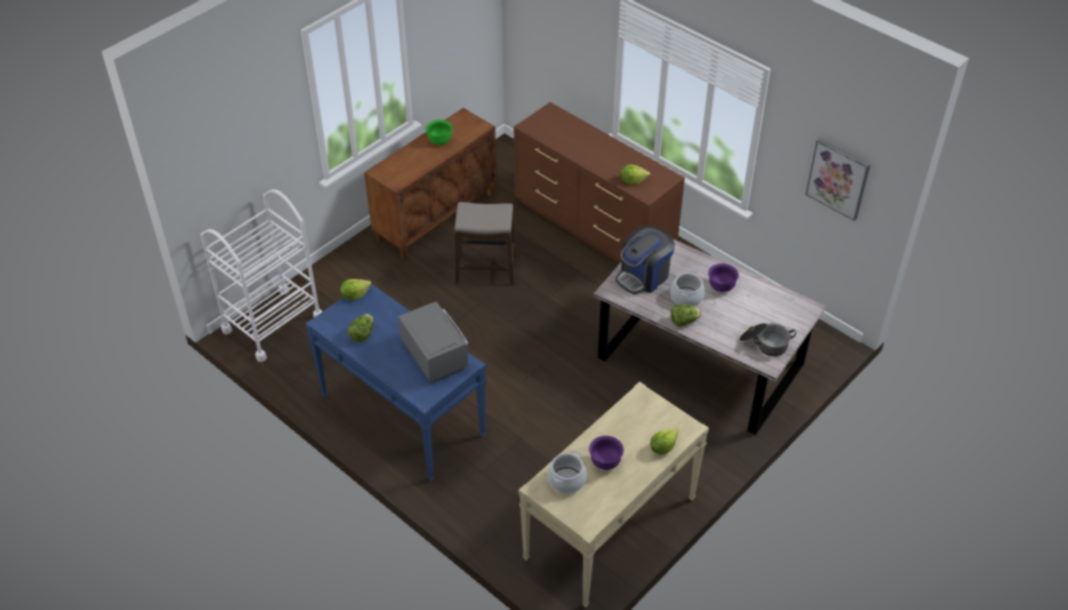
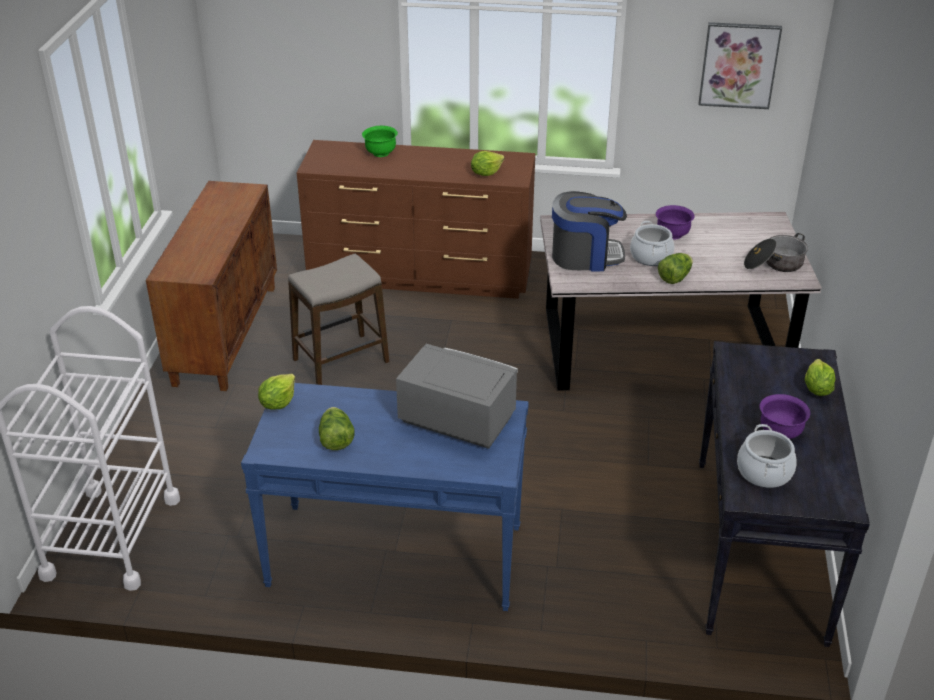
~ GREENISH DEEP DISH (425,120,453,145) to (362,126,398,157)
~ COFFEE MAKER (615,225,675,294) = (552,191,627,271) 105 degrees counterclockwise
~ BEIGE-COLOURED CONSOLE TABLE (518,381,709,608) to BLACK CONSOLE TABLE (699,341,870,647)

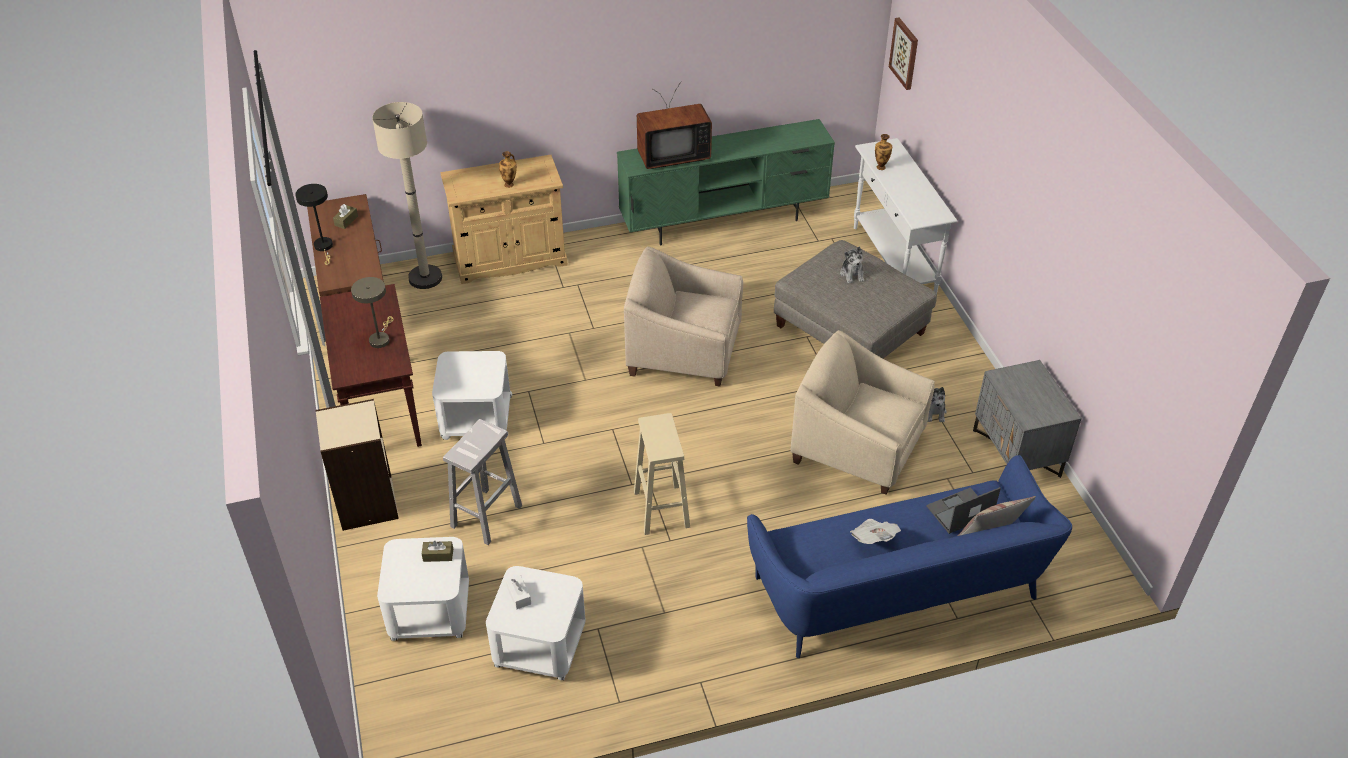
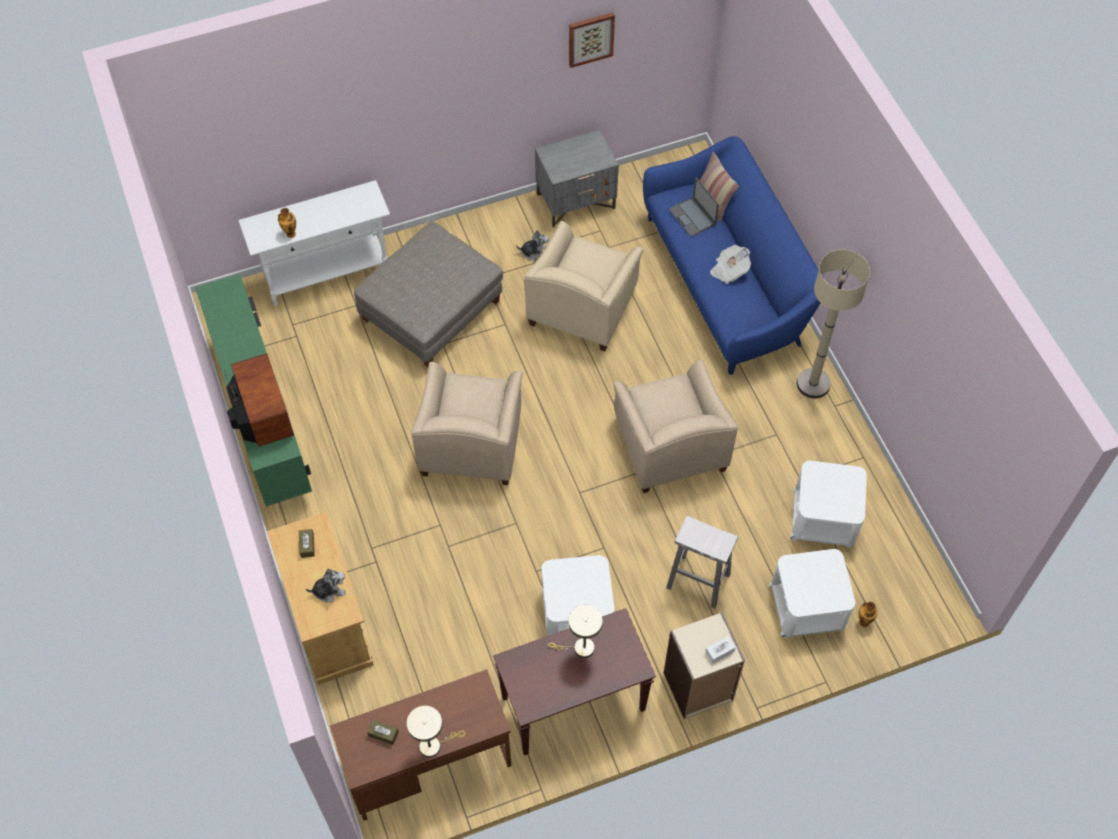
~ PICTURE (889,17,918,90) to (569,12,615,68)
~ BEIGE-COLOURED STANDING LAMP (372,102,442,289) to (797,250,870,398)
~ DECORATIVE VASE (499,151,517,188) to (858,602,878,627)
~ BLACK TABLE LAMP (295,184,333,265) to BEIGE-COLOURED TABLE LAMP (407,706,465,758)
~ SOFT TOY (840,247,864,284) to (306,569,346,602)
~ BEIGE-COLOURED SITTING STOOL (634,413,690,535) to BEIGE-COLOURED LOUNGE CHAIR (613,360,738,493)
~ BROWN TISSUE HOLDER (422,541,453,562) to (299,529,315,558)
~ WHITE TISSUE HOLDER (506,575,531,609) to (705,636,736,663)

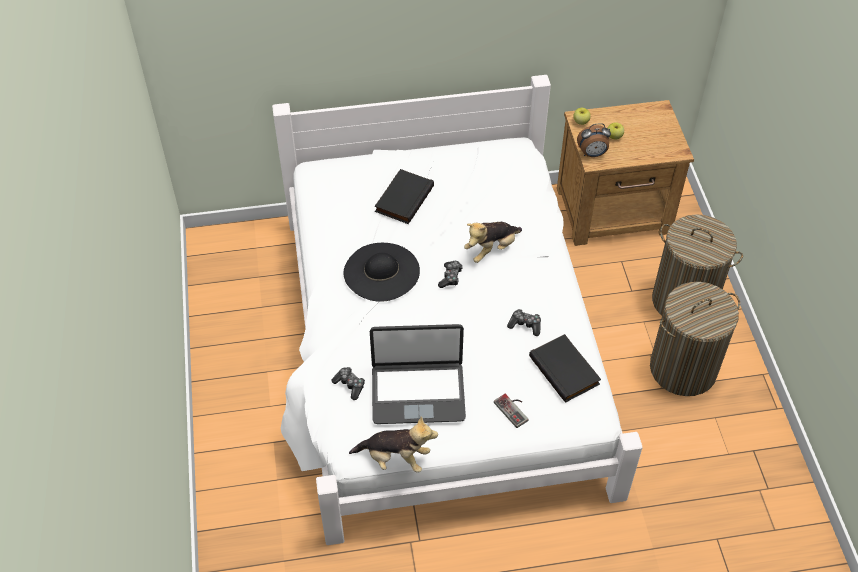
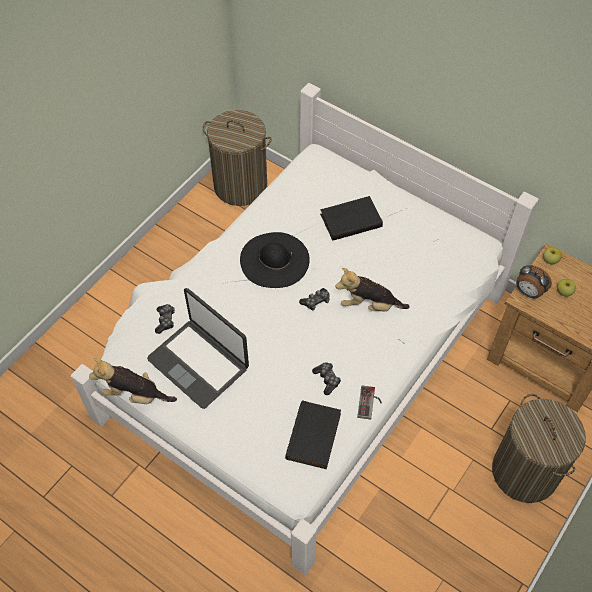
~ WASHING BASKET (650,282,740,396) to (203,110,272,206)
~ JOYPAD (494,394,528,428) to (357,385,382,420)
~ SOFT TOY (349,416,438,473) = (89,358,177,404) 135 degrees clockwise

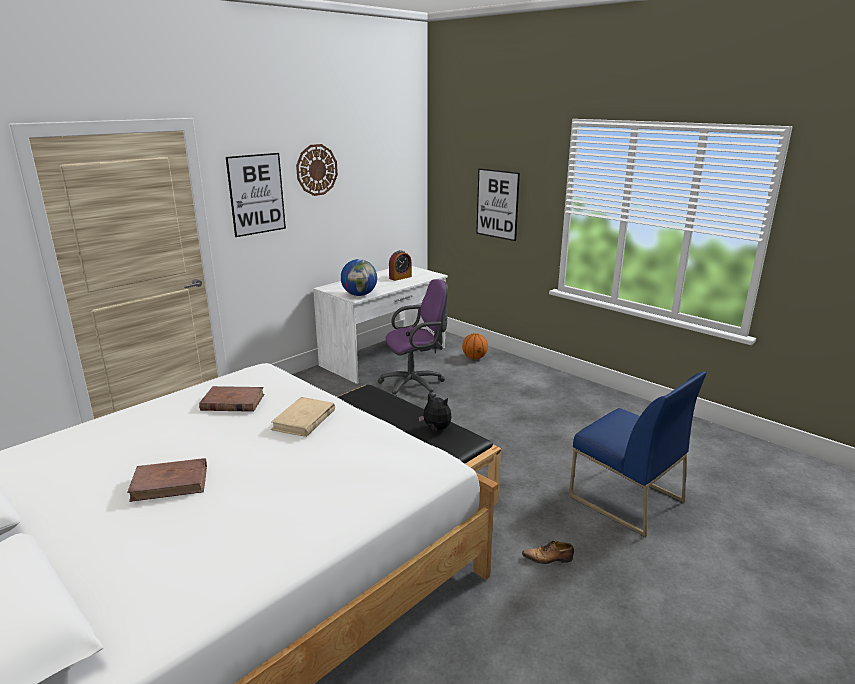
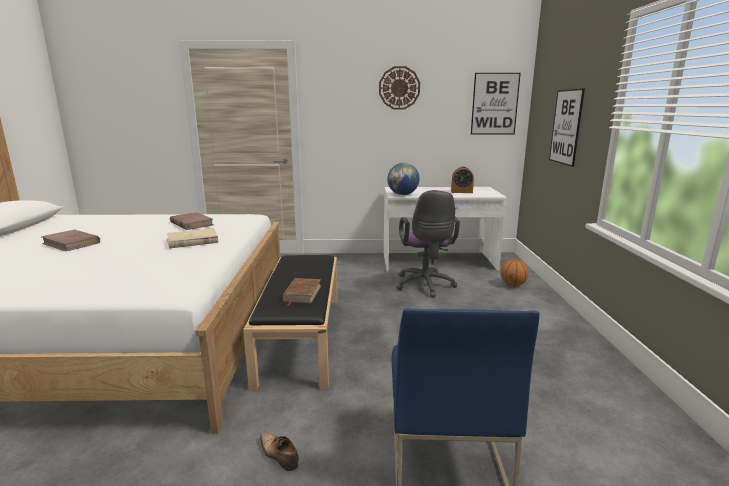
~ PICTURE (226,153,286,237) to (471,73,521,134)
~ PURPLE-COLOURED DESK CHAIR (378,279,448,398) = (396,190,460,298) 60 degrees clockwise
~ SOFT TOY (418,394,452,432) to BROWN VOLUME (282,278,321,306)

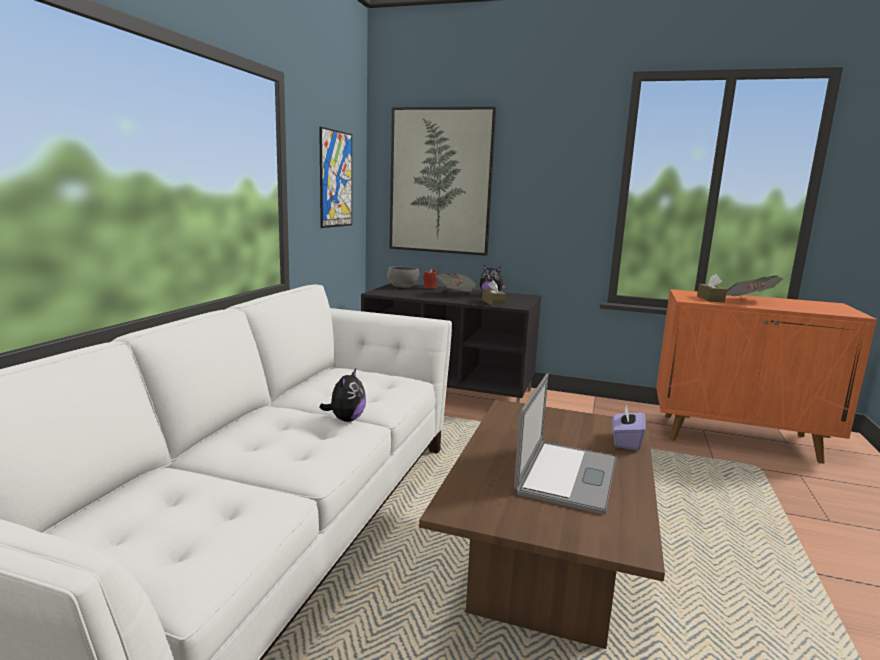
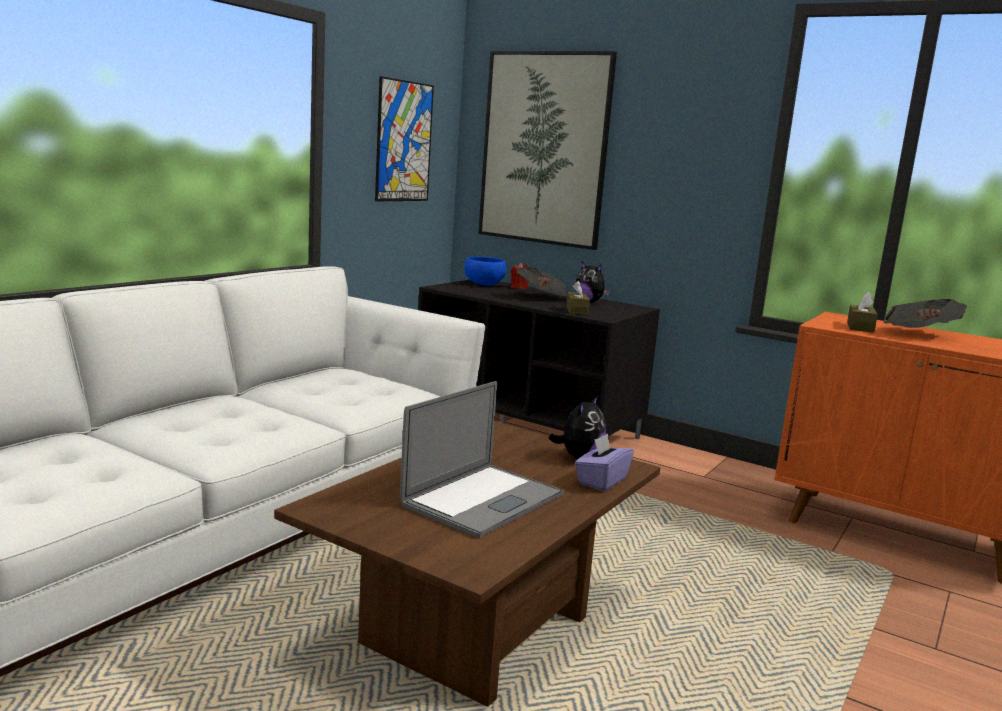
~ GREYISH DEEP DISH (387,266,420,288) to BLUE-COLOURED DEEP DISH (464,257,506,286)
~ SOFT TOY (319,369,366,422) to (548,395,606,459)

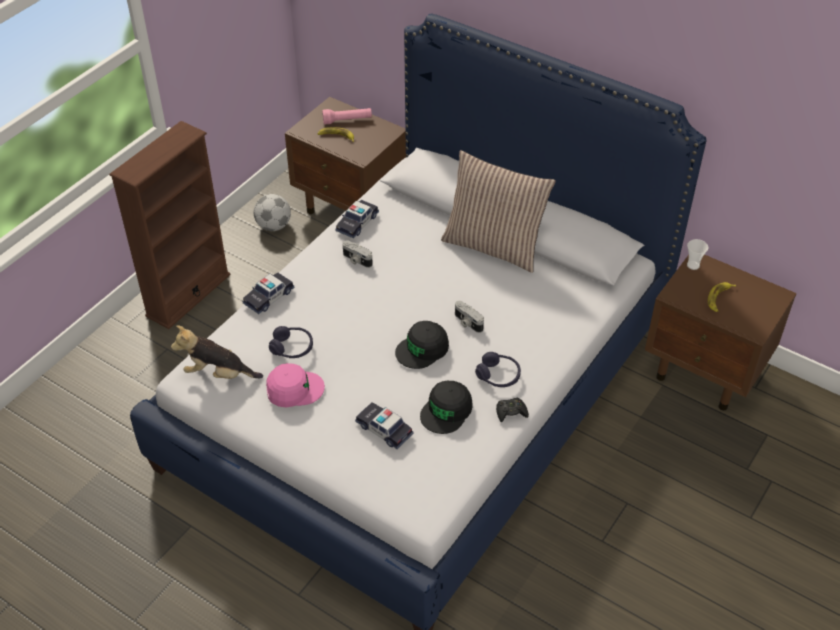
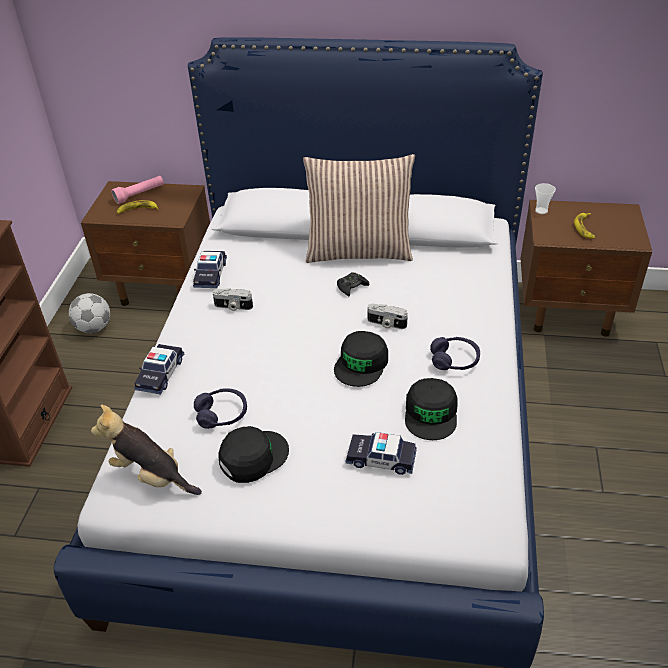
~ SOFT TOY (171,325,263,379) = (91,405,202,495) 45 degrees clockwise
~ PINKISH BASEBALL CAP (266,363,325,407) to BLACK BASEBALL CAP (219,426,289,483)
~ BLACK JOYPAD (496,397,529,423) to (337,272,370,296)

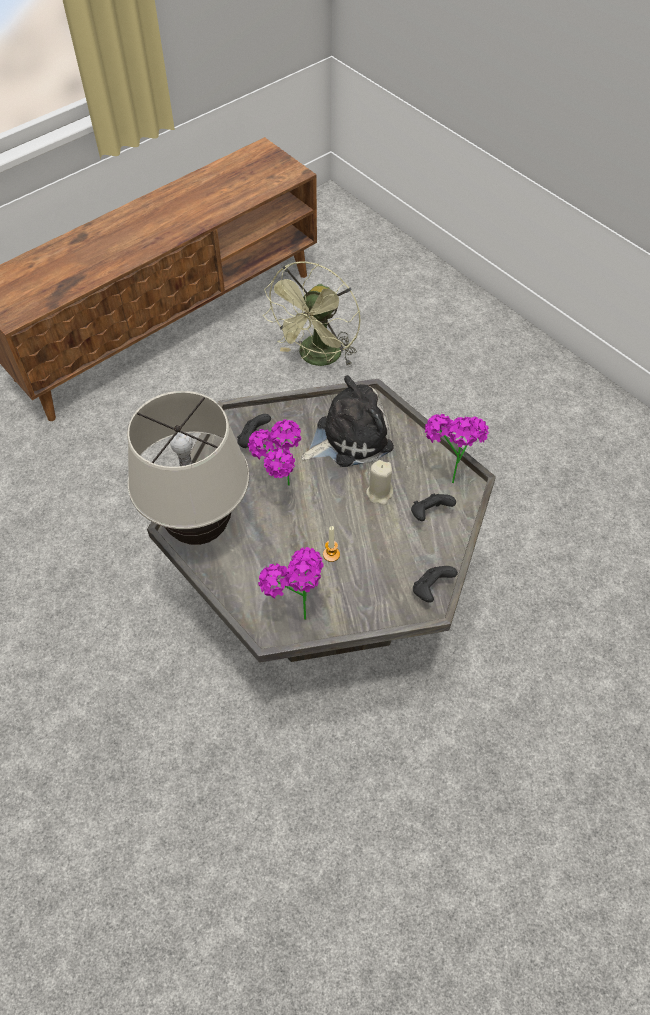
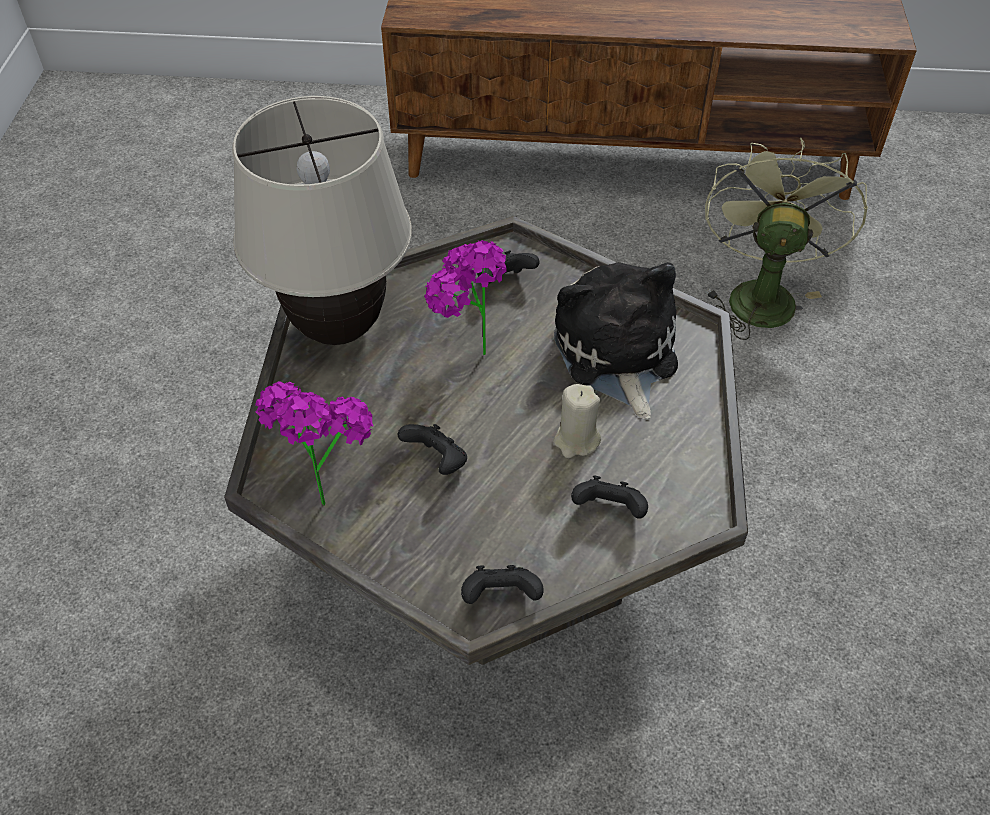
~ GREENISH ELECTRIC FAN (263,262,361,366) = (705,138,868,340) 120 degrees clockwise
~ SOFT TOY (301,375,394,467) = (554,262,678,419) 120 degrees counterclockwise
- PLANT IN A POT (425,414,489,484)
~ CANDLE (323,526,340,562) to BLACK JOYPAD (397,424,467,475)

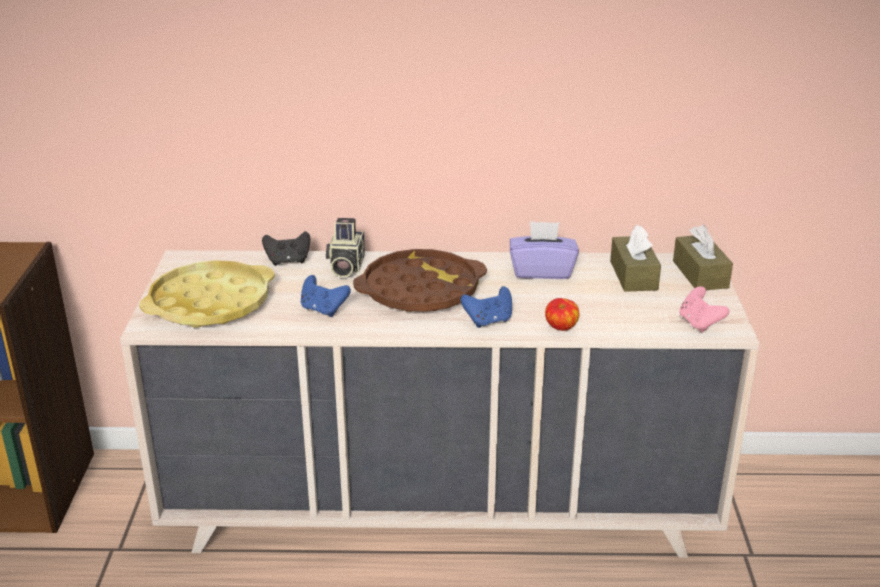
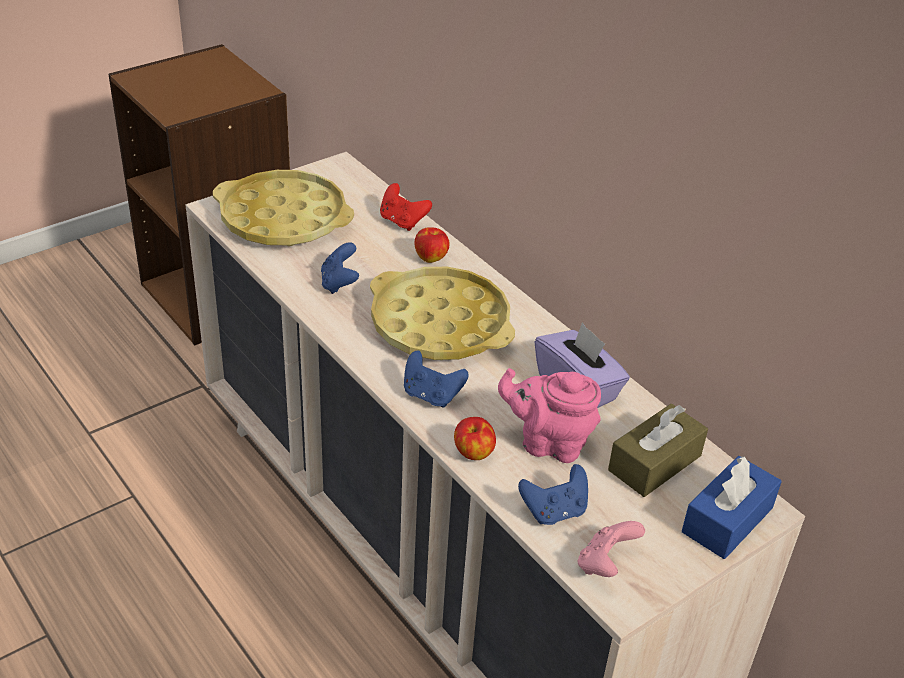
~ STILL CAMERA (326,218,365,278) to APPLE (414,227,449,263)
~ BROWN TISSUE HOLDER (673,225,733,290) to BLUE-COLOURED TISSUE HOLDER (682,456,782,559)
~ BLACK JOYPAD (262,231,310,266) to REDDISH JOYPAD (380,183,432,231)
~ BROWN TRAY (353,249,487,312) to YELLOWISH TRAY (370,267,515,360)
+ PINKISH TEA POT (498,368,601,463)
+ BLUE-COLOURED JOYPAD (518,464,588,525)

